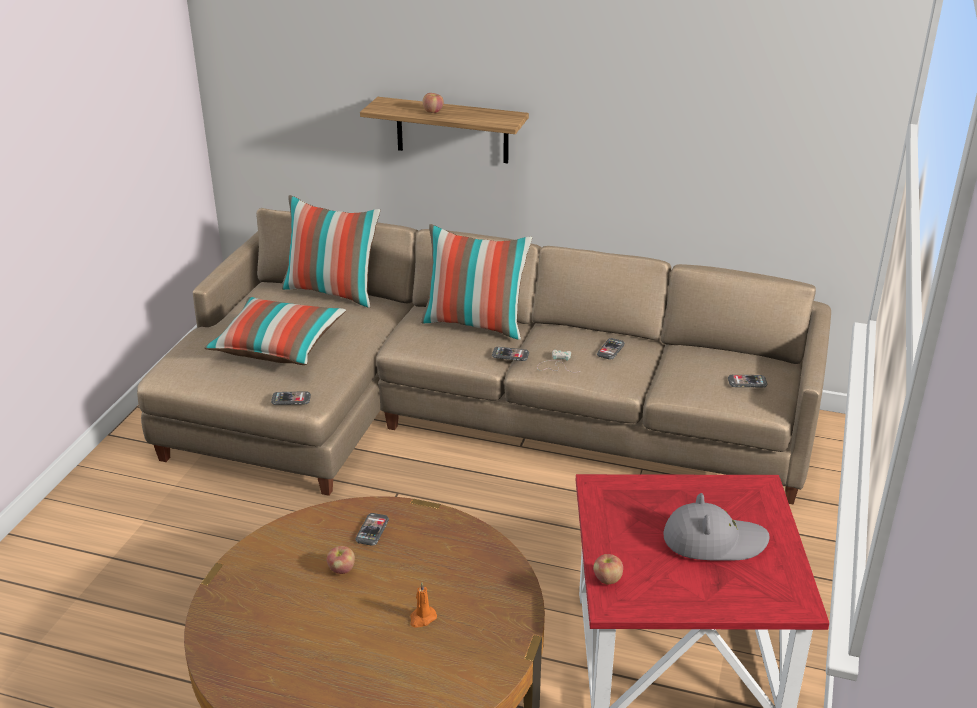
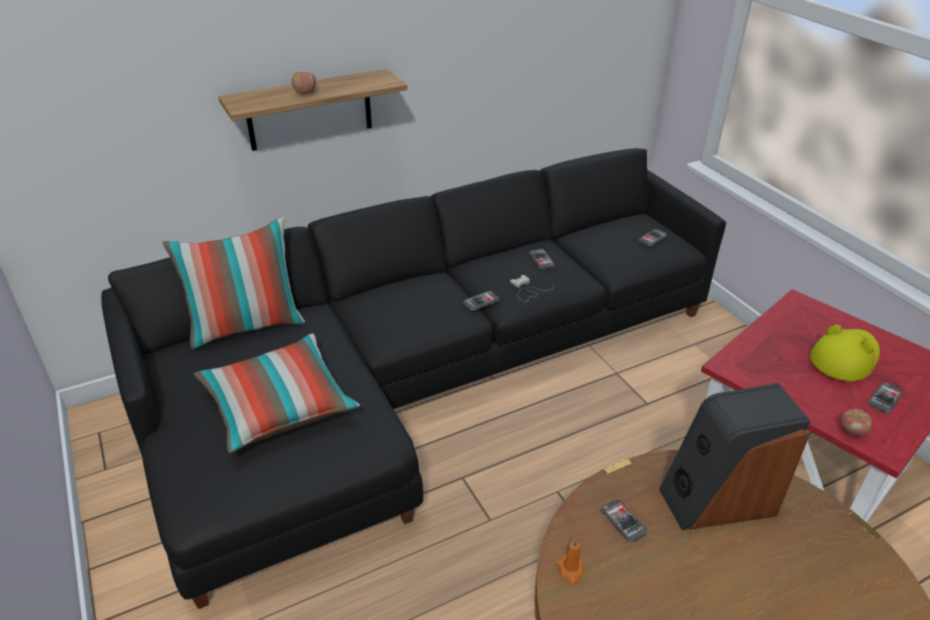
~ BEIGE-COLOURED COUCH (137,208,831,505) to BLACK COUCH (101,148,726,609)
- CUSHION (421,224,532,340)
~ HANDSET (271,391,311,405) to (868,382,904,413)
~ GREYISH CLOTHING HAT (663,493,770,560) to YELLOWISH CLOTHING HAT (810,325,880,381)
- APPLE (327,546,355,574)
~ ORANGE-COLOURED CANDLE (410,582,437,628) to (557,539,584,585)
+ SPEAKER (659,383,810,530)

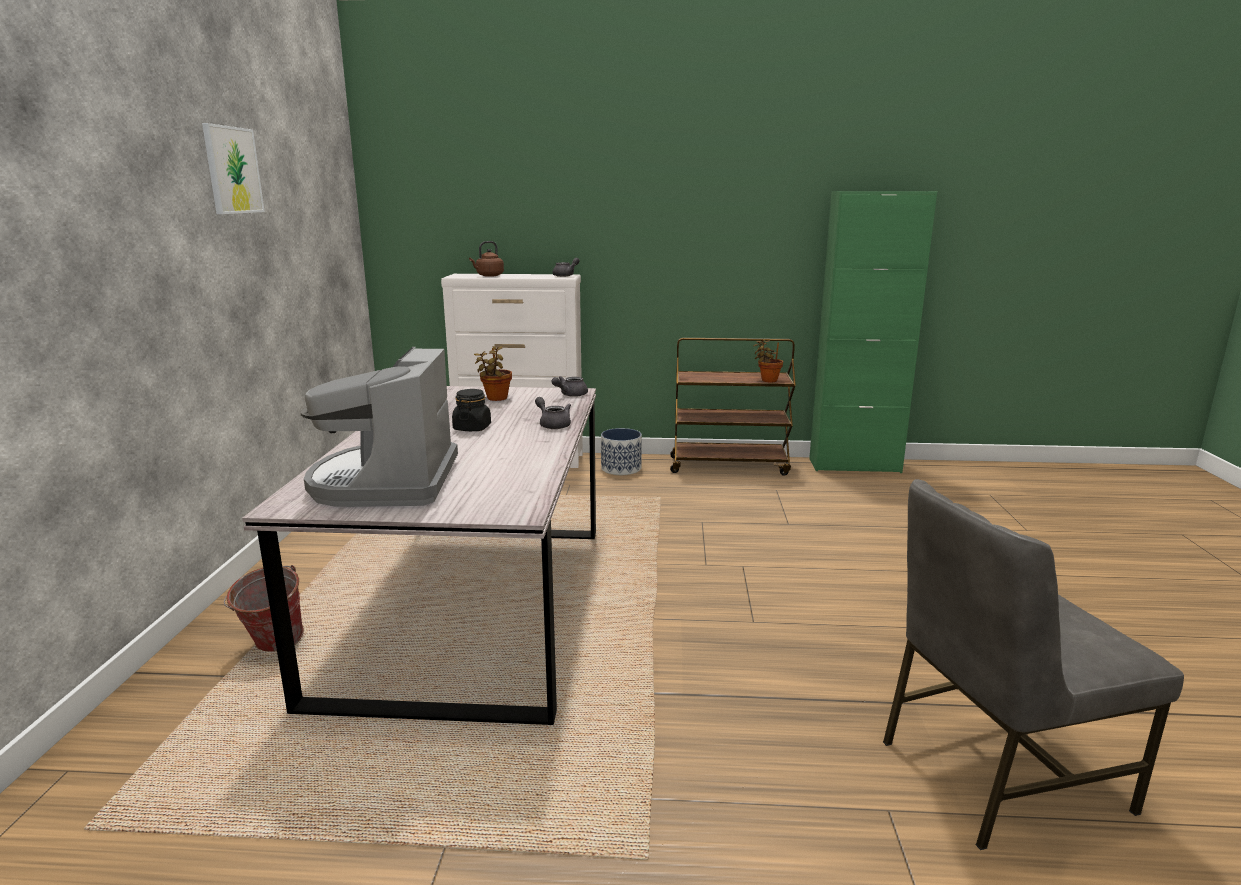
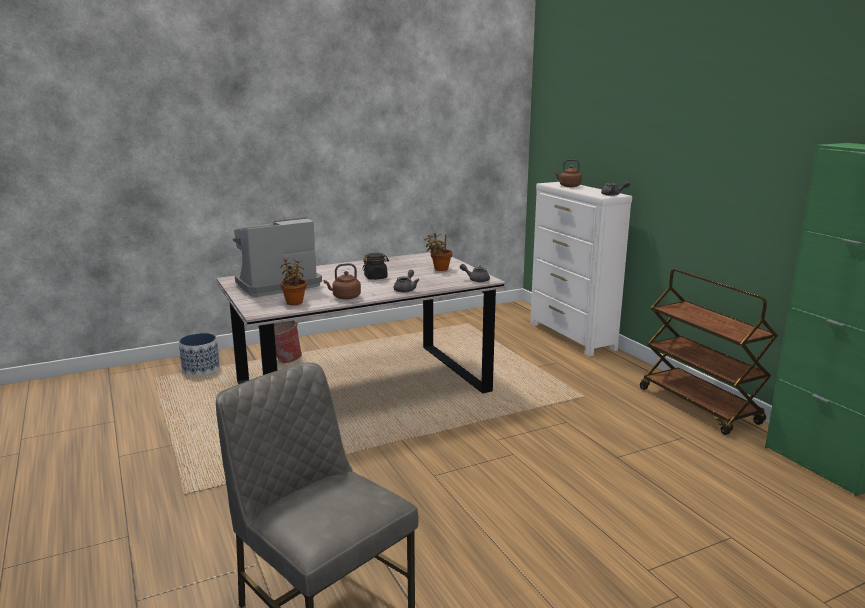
- PICTURE (202,123,265,214)
~ PLANT IN A POT (753,339,783,382) to (280,258,307,305)
~ FLOWER POT (601,428,642,475) to (179,333,220,376)
+ BROWN WATER KETTLE (324,263,361,300)

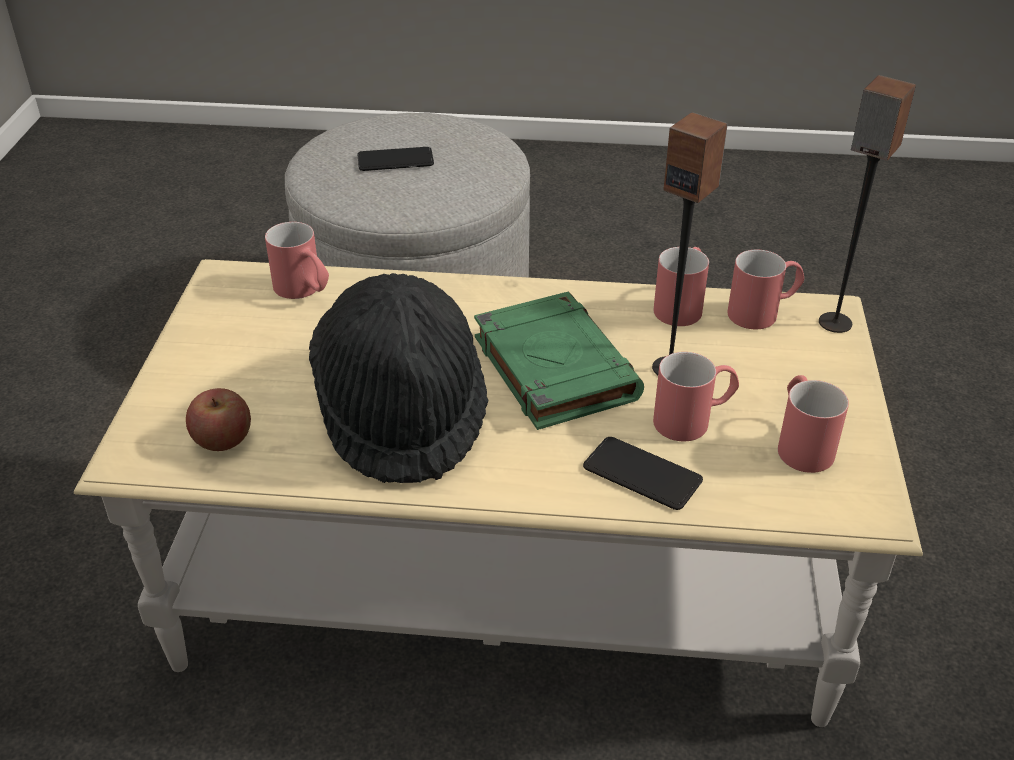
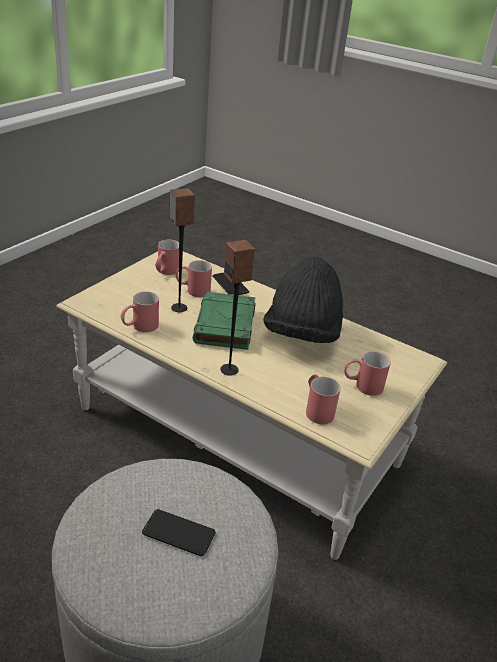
~ SPEAKER (819,75,916,333) to (220,240,255,376)
~ REDDISH MUG (727,250,804,329) to (344,351,391,396)
- APPLE (186,388,251,451)

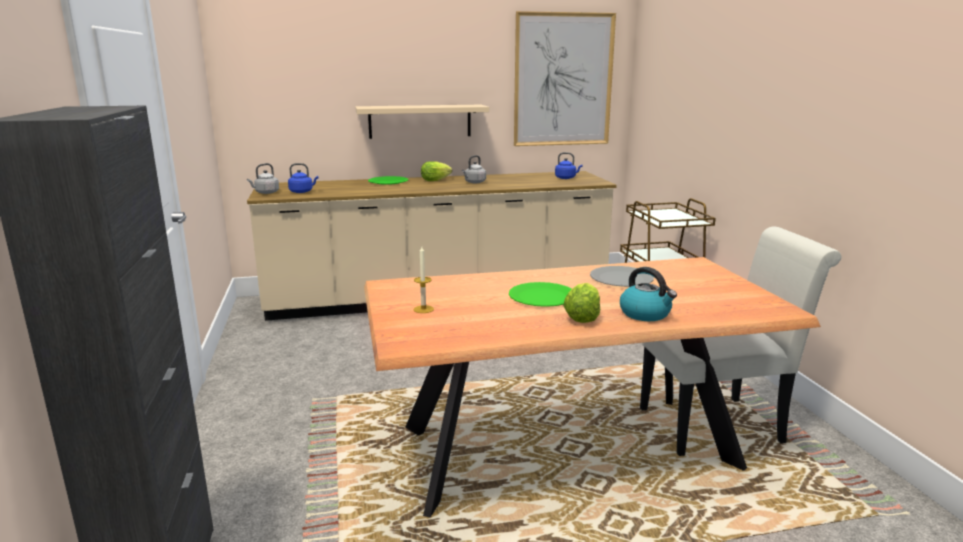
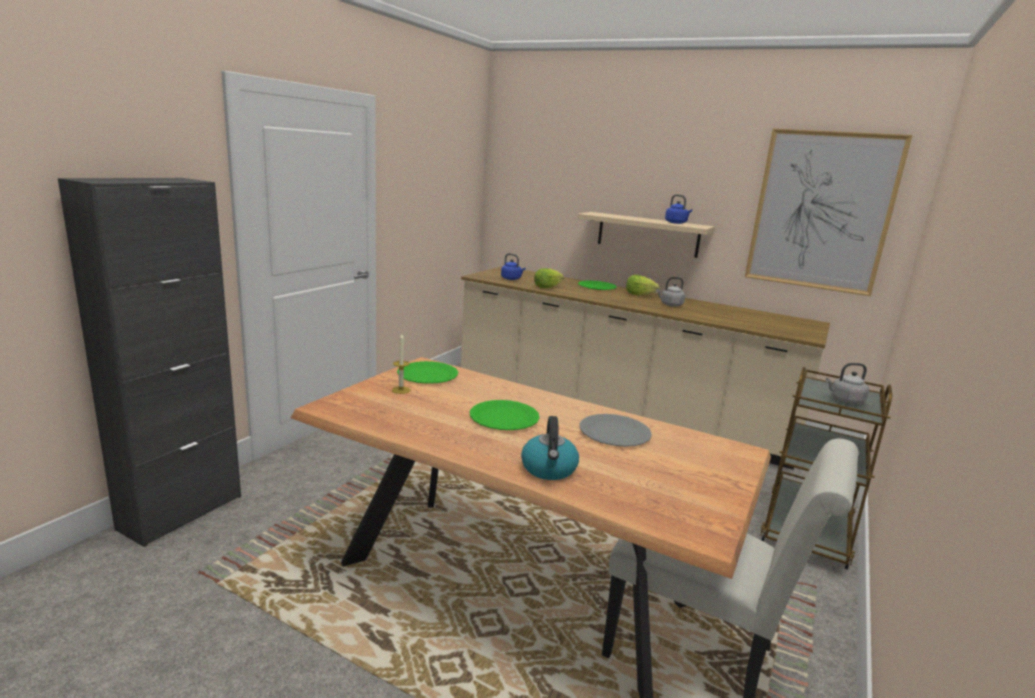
~ BLUE-COLOURED WATER KETTLE (555,152,582,179) to (665,194,692,224)
~ GREYISH WATER KETTLE (247,163,279,194) to (826,363,869,404)
~ HEAD OF LETTUCE (563,283,600,323) to (534,268,564,288)
+ GREENISH PLATE (397,361,458,384)

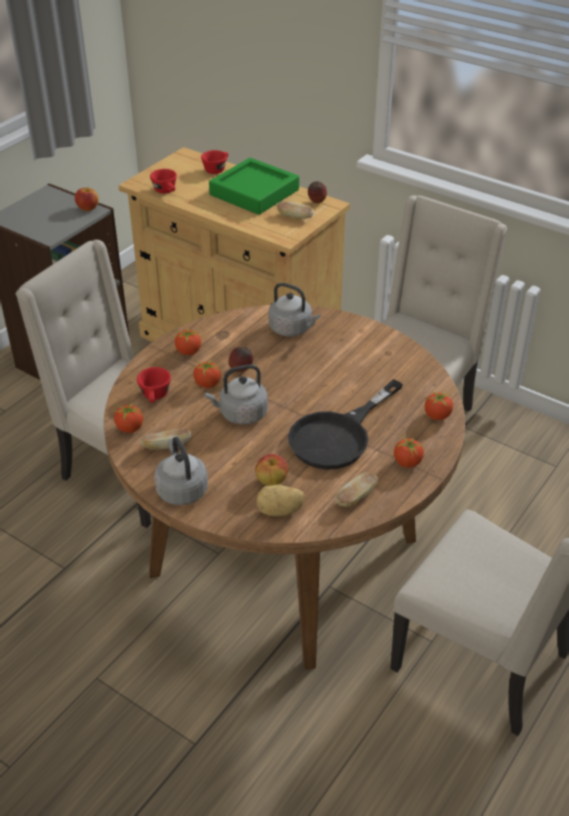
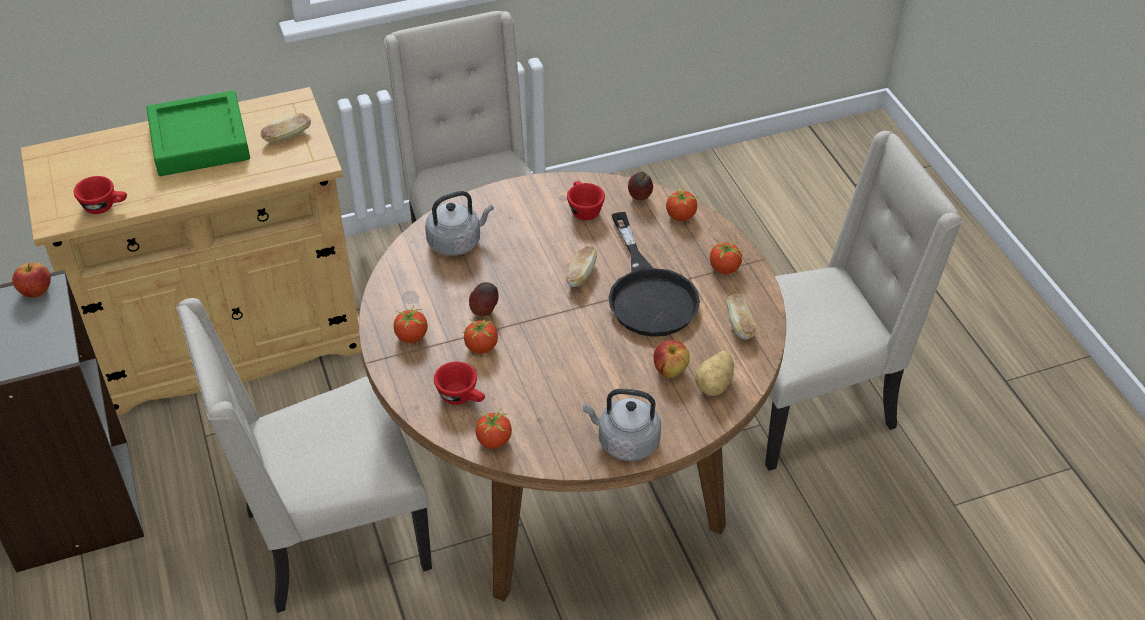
~ REDDISH DRINKING CUP (201,150,228,174) to (567,181,605,220)
~ APPLE (308,181,327,203) to (628,172,653,200)
- GREYISH WATER KETTLE (204,364,268,425)
~ BAKERY BREAD (140,428,191,450) to (566,246,597,287)

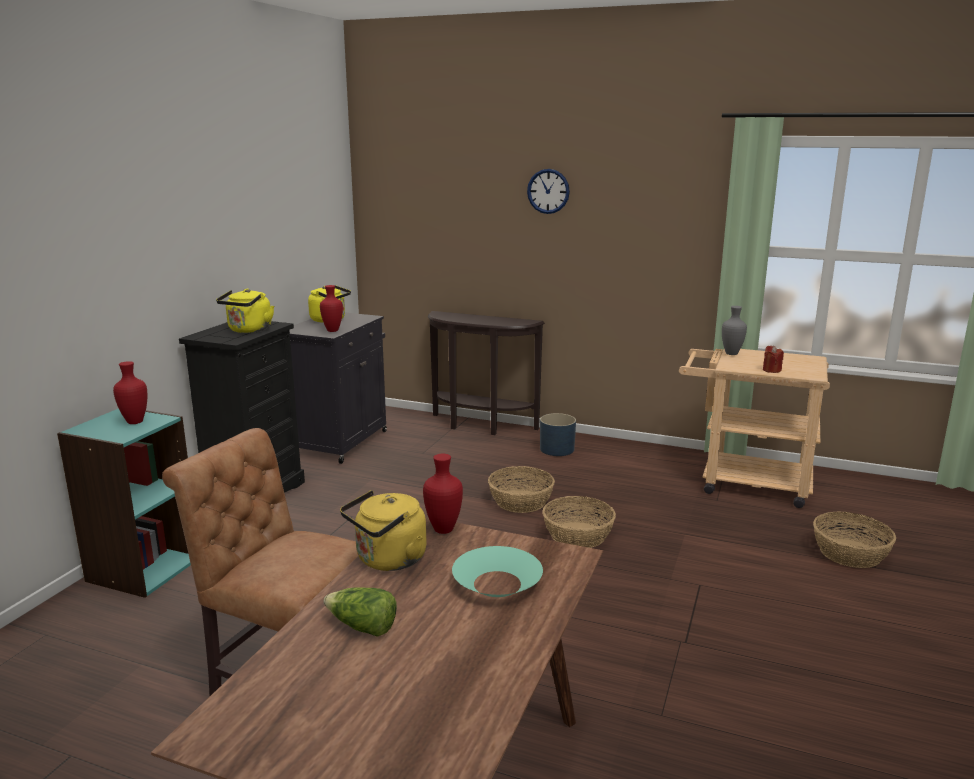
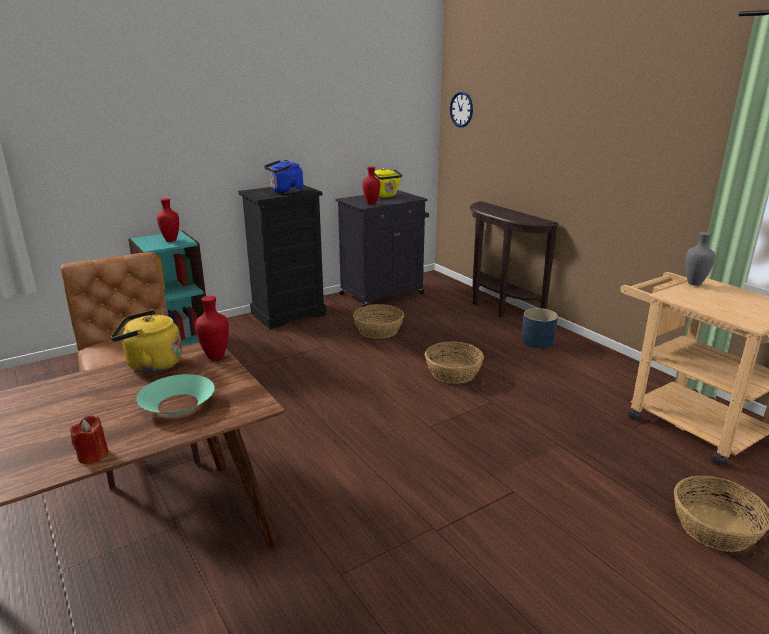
~ HANGING CLOCK (527,169,570,214) to (450,91,473,127)
~ YELLOWISH WATER KETTLE (216,289,274,333) to BLUE-COLOURED WATER KETTLE (264,160,303,194)
~ REDDISH CANDLE (763,346,784,373) to (70,416,109,464)
~ STORAGE BASKET (542,496,616,548) to (353,304,404,339)
- HEAD OF LETTUCE (324,587,397,637)

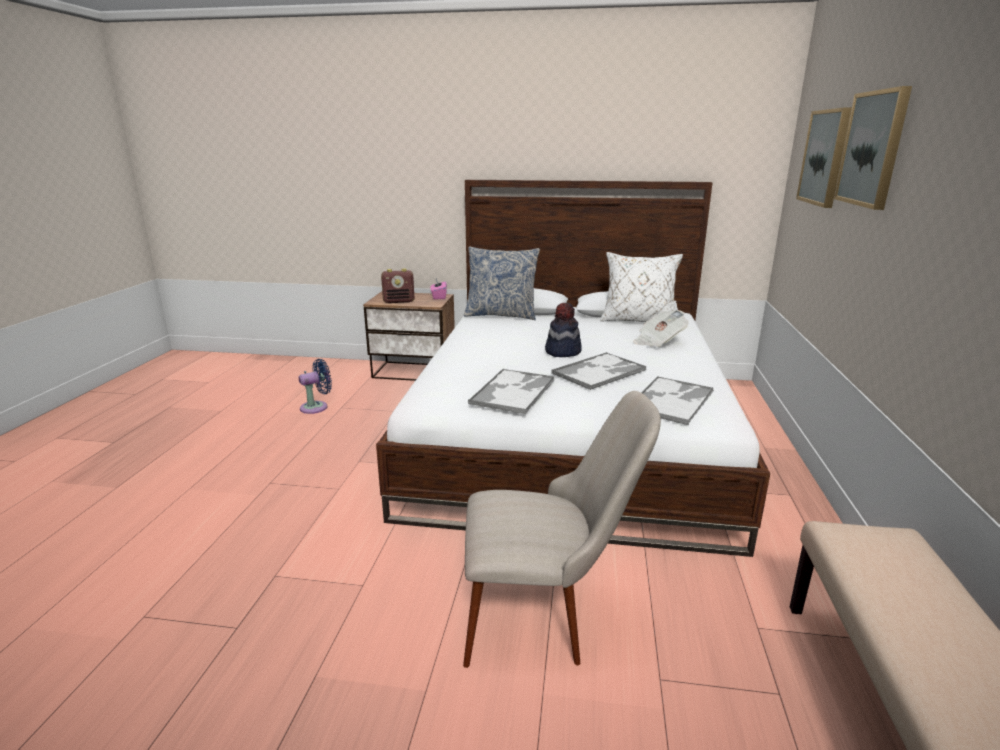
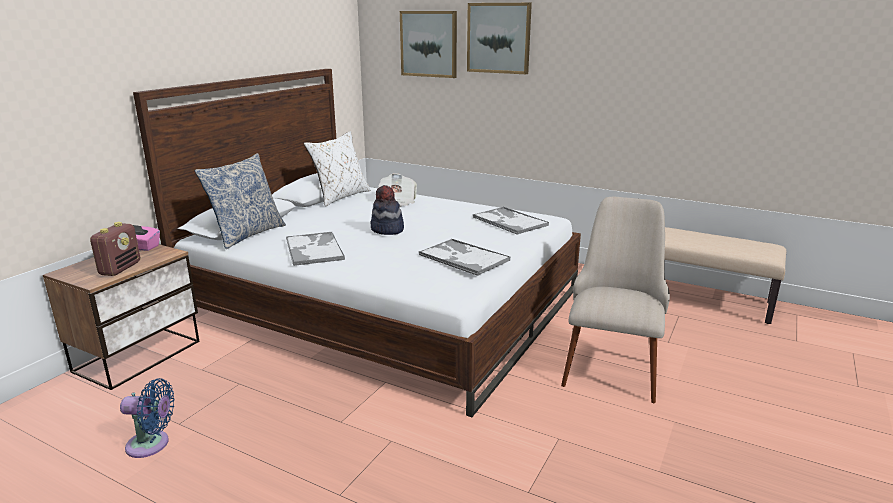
~ TRAY (551,352,647,390) to (286,232,345,266)
~ BLUE-COLOURED ELECTRIC FAN (299,359,332,414) = (120,378,175,458) 105 degrees clockwise

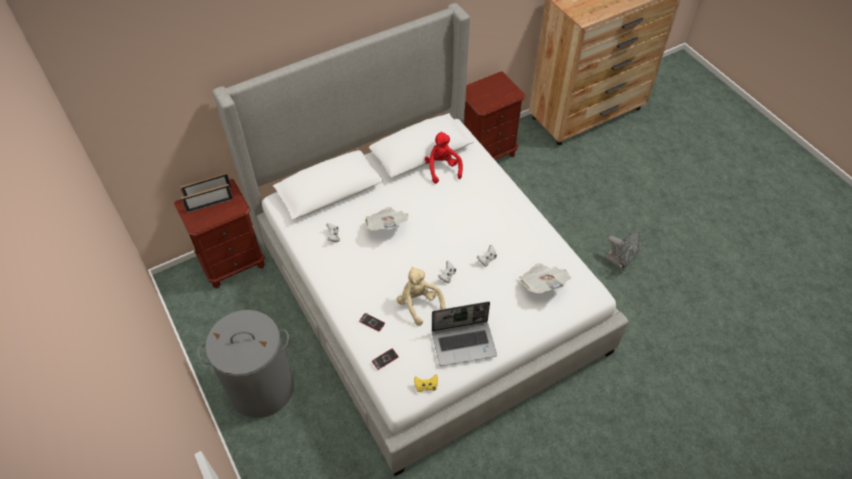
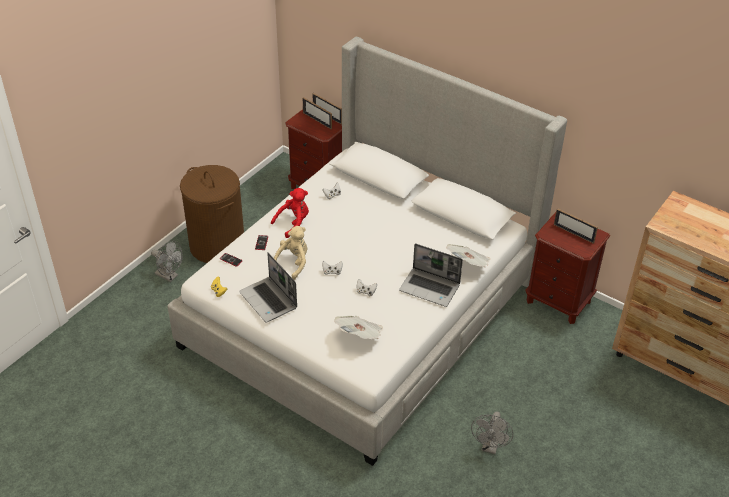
~ REDDISH SOFT TOY (425,131,463,184) to (271,188,309,238)
~ PRINTED PAPER (365,207,409,231) to (446,244,491,268)
~ GREYISH WASHING BASKET (197,310,294,418) to BROWN WASHING BASKET (180,165,244,263)
+ PHOTO FRAME (554,208,598,244)
+ GREYISH ELECTRIC FAN (151,241,183,282)
+ LAPTOP (399,244,463,307)

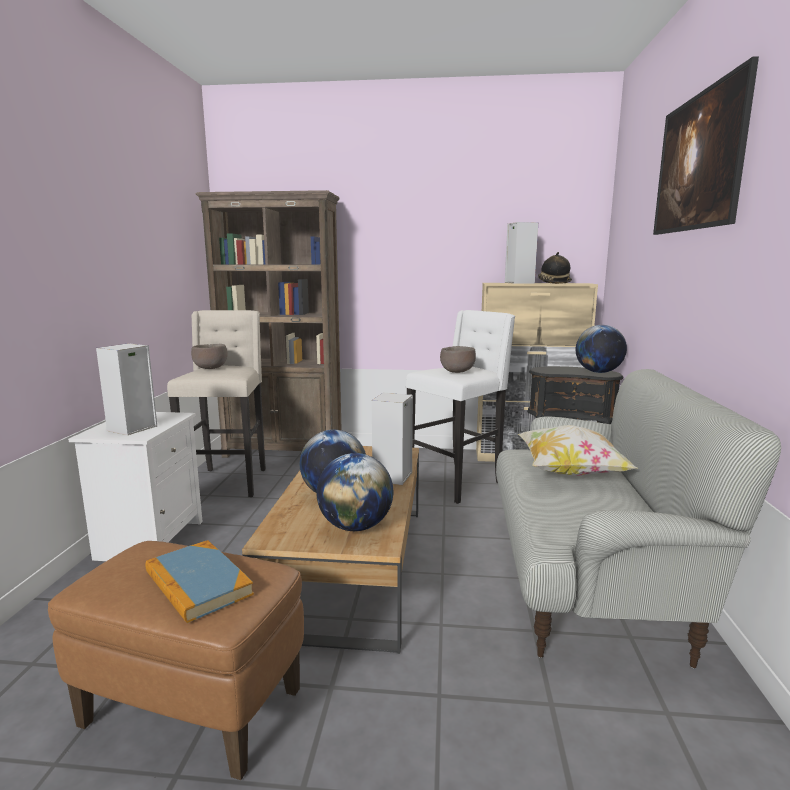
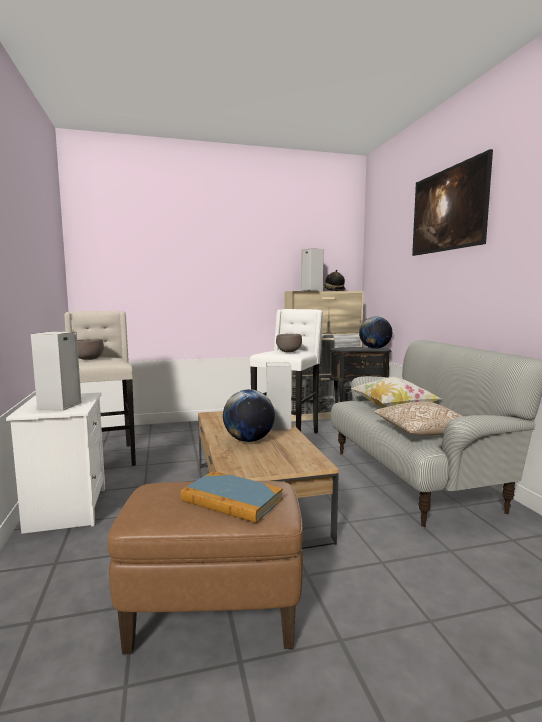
- BROWN BOOKSHELF (196,190,342,458)
- WORLD GLOBE (317,453,394,531)
+ CUSHION (374,401,463,436)

